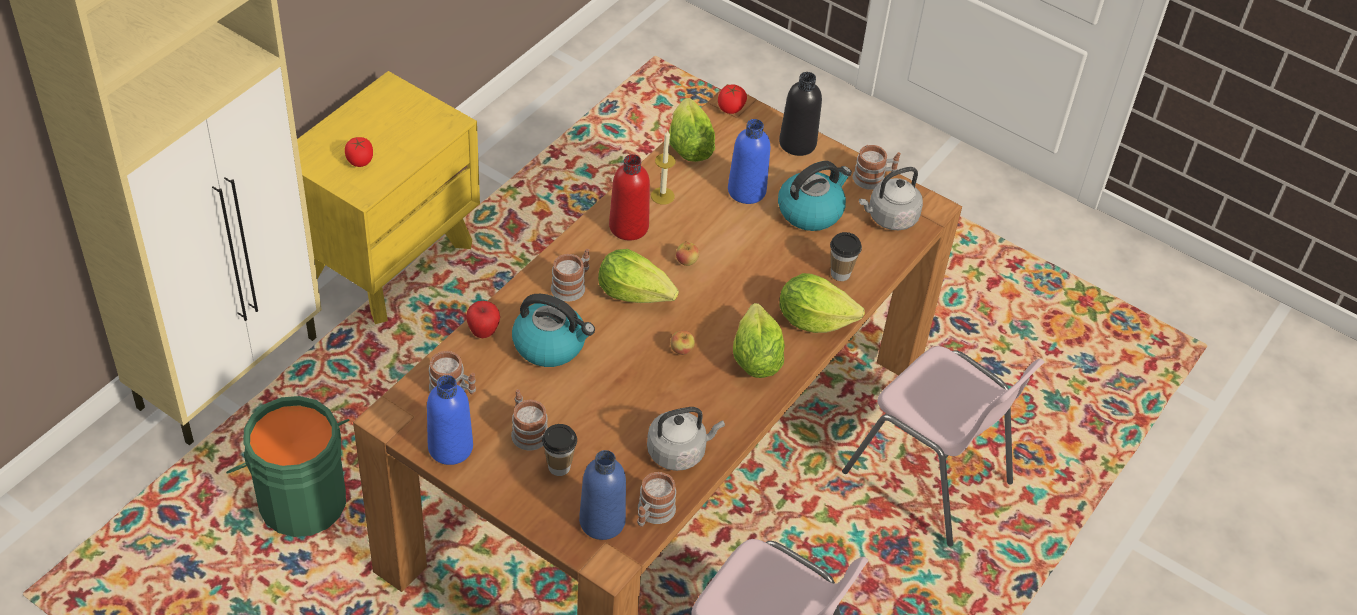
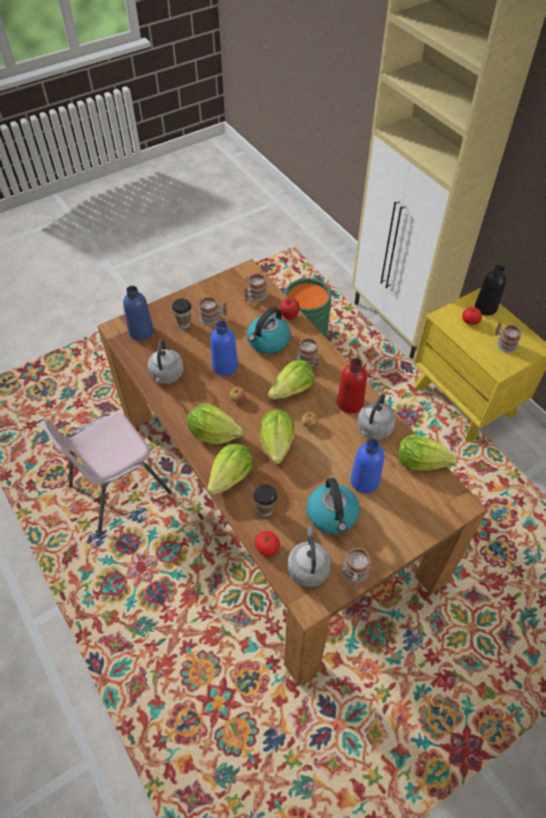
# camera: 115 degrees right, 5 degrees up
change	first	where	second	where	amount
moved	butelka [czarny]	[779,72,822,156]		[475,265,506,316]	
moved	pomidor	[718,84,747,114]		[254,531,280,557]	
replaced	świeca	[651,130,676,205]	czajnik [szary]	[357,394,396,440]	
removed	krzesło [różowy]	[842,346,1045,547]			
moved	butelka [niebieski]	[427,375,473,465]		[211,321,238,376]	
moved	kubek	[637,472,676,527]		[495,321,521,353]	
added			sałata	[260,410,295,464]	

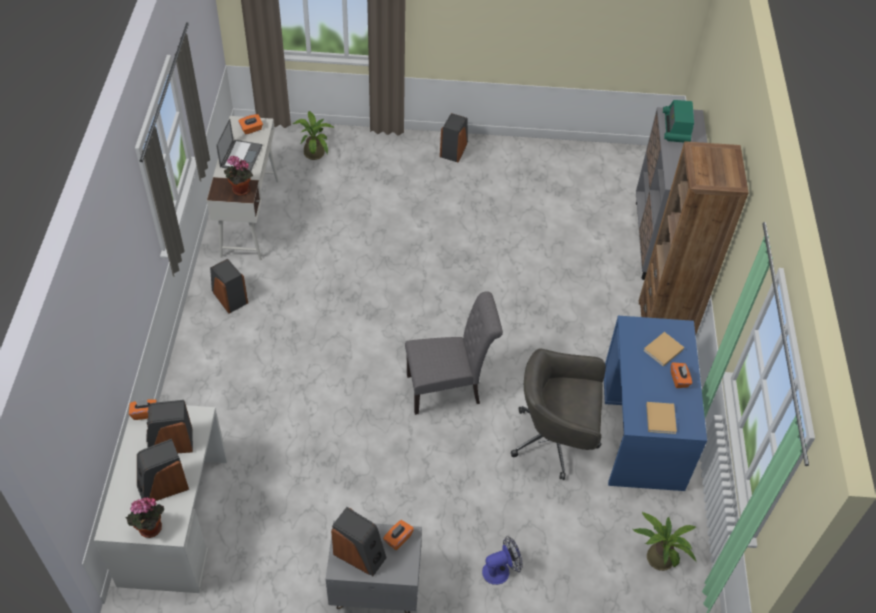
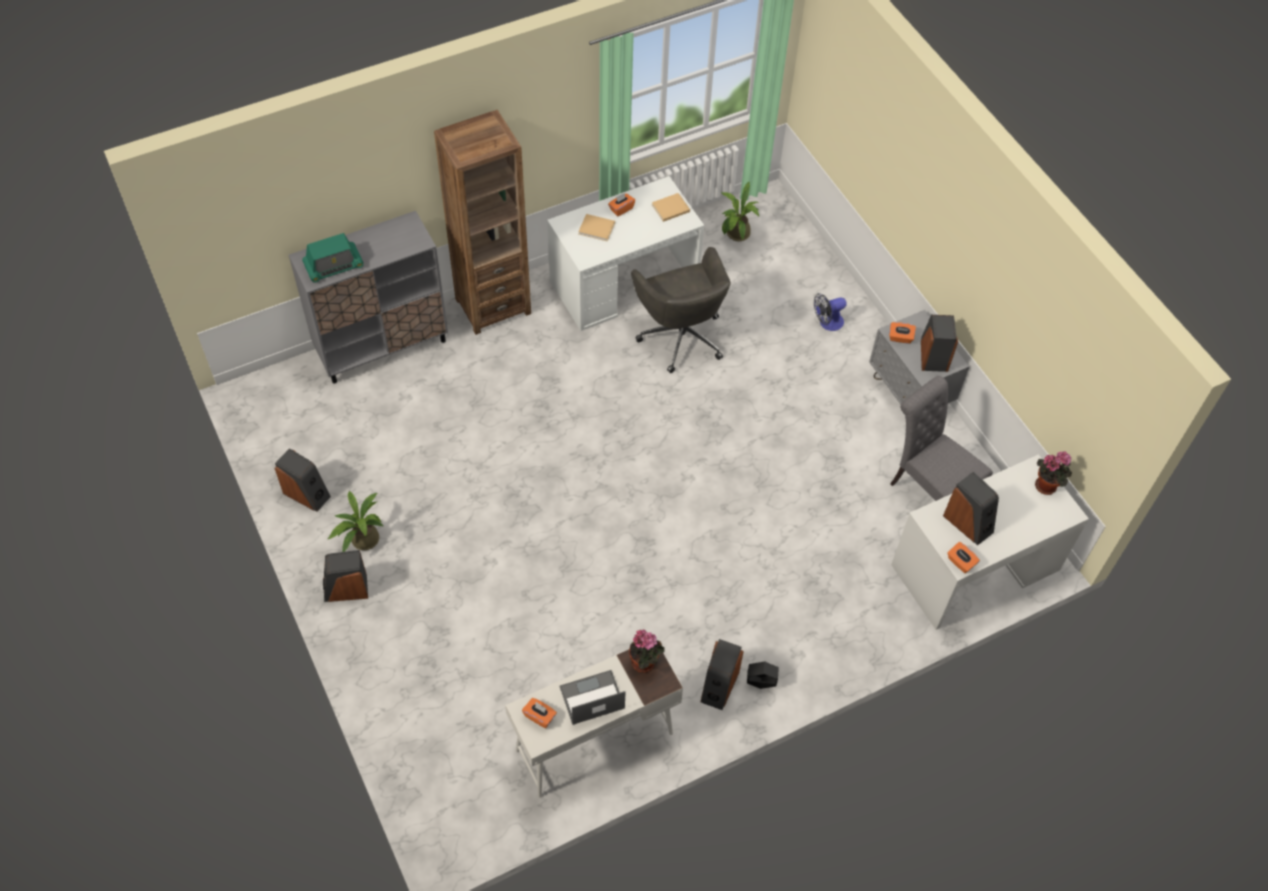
# camera: 120 degrees left, 5 degrees up
change	first	where	second	where	amount
moved	roślina doniczkowa	[293,111,334,160]		[328,491,383,552]	
moved	krzesło [szary]	[405,291,503,415]		[890,376,993,501]	
recoloured	biurko [niebieski]	[604,316,707,491]	biurko [biały]	[547,176,704,331]	
moved	głośnik	[137,439,189,501]		[275,448,331,512]	
turned	wentylator	[482,536,523,585]		[814,293,847,331]	60 degrees counterclockwise
added			donica [czarny]	[747,662,779,689]	

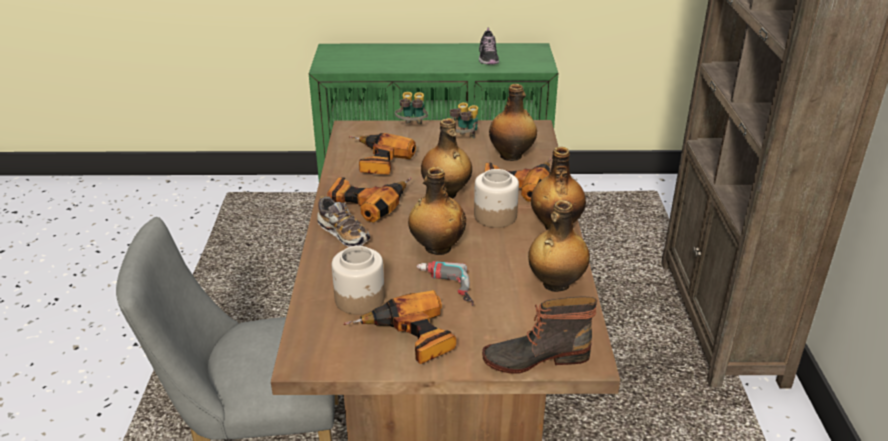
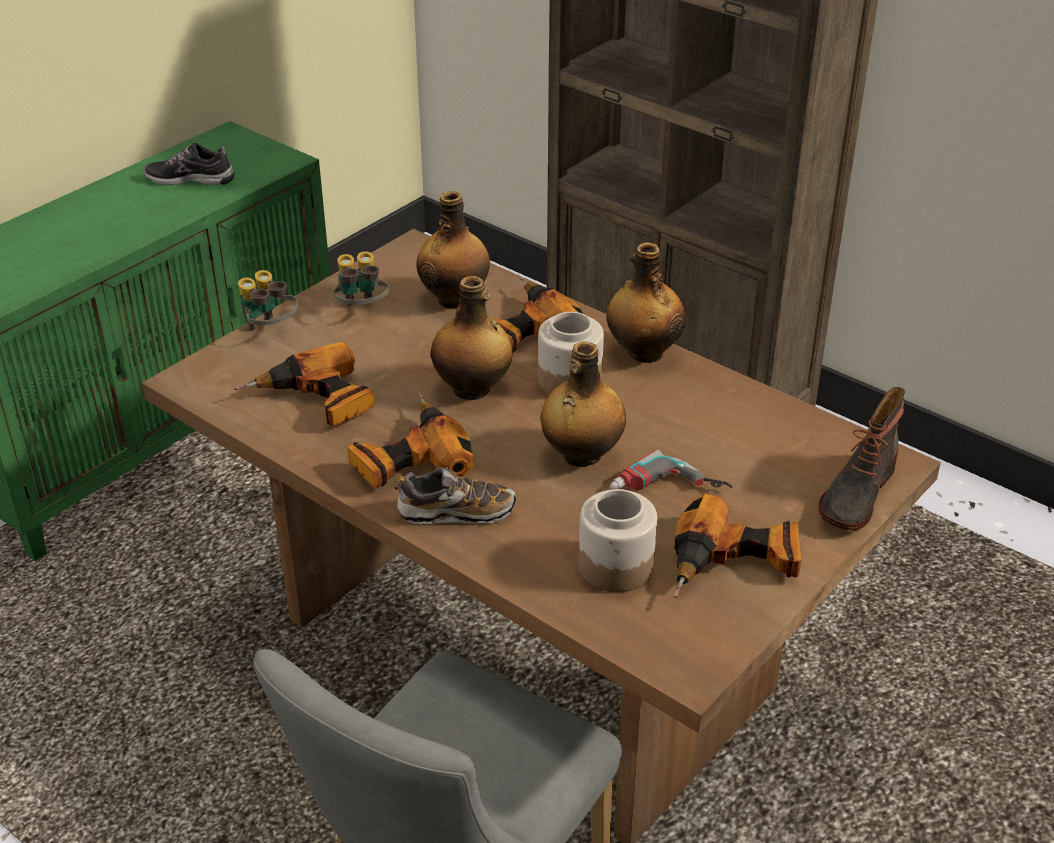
# camera: 50 degrees left, 5 degrees up
change	first	where	second	where	amount
turned	but	[479,28,499,64]		[144,143,234,185]	150 degrees clockwise
removed	butelka	[528,200,590,292]			

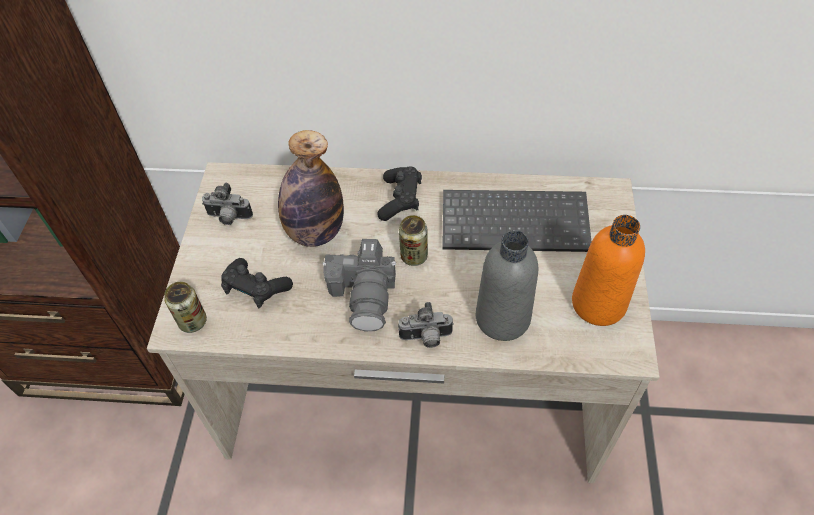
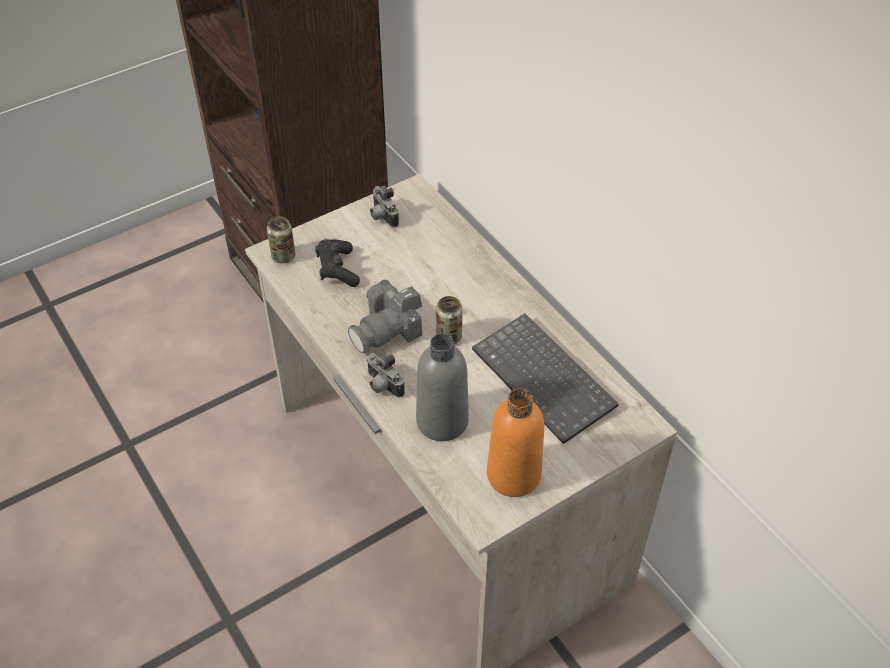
# camera: 50 degrees right, 5 degrees down
change	first	where	second	where	amount
removed	butelka	[278,130,344,247]			
removed	pad do gier [czarny]	[378,166,422,221]			

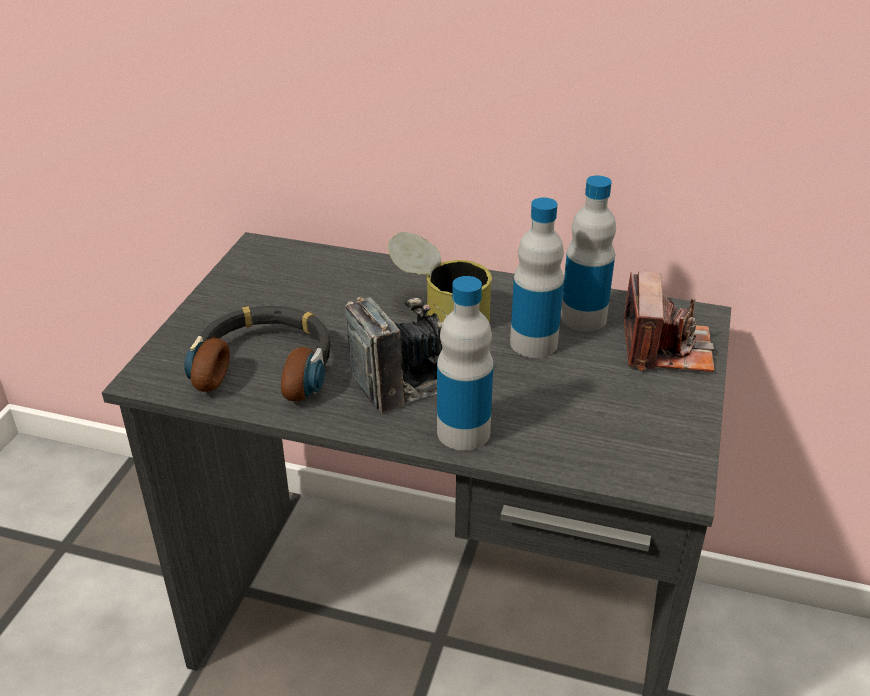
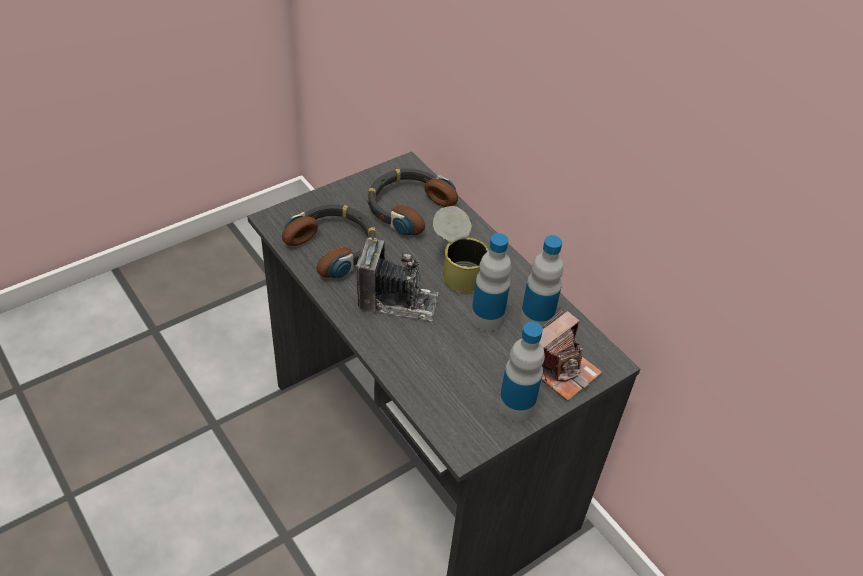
# camera: 35 degrees right, 10 degrees up
change	first	where	second	where	amount
moved	butelka	[437,276,493,451]		[498,322,545,422]	
added			słuchawki	[368,169,458,236]	

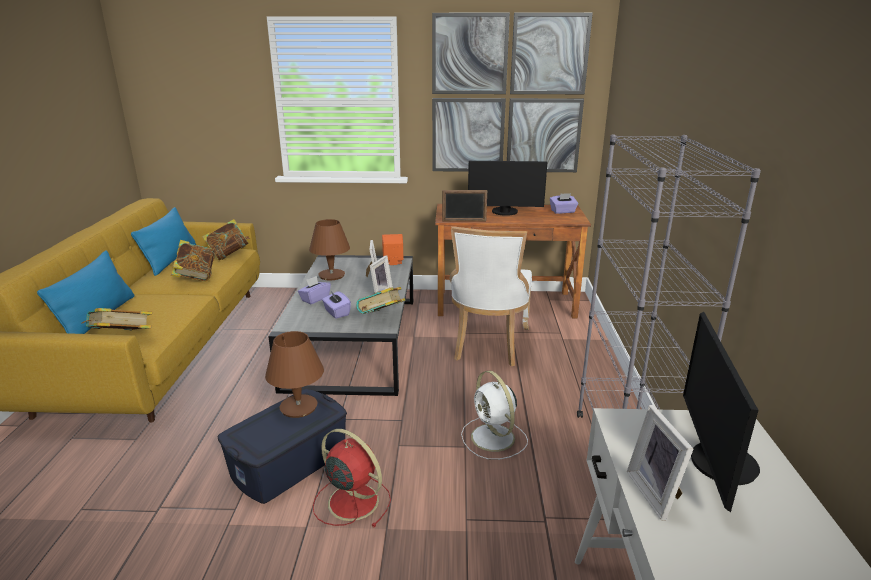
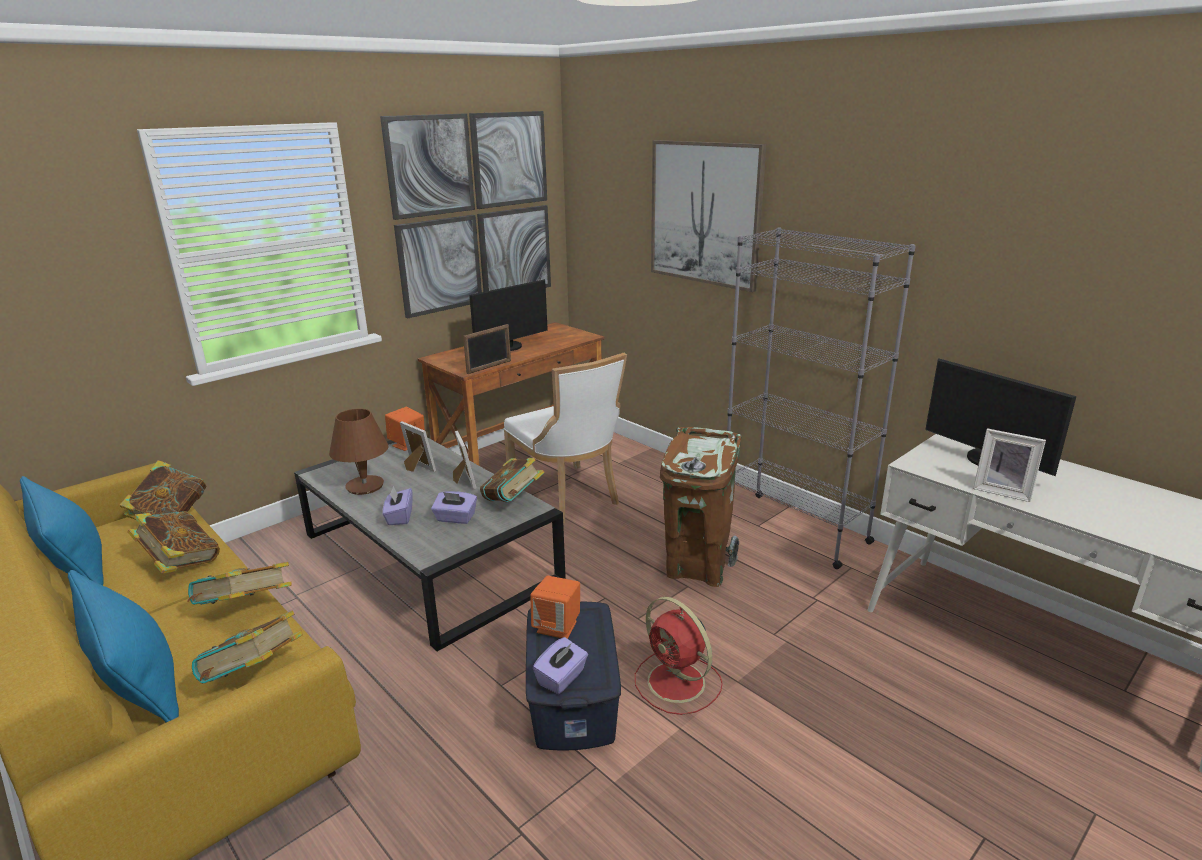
# camera: 45 degrees left, 0 degrees up
change	first	where	second	where	amount
moved	pudełko chusteczek [fioletowy]	[550,193,578,214]		[533,637,588,694]	
replaced	lampa stołowa [brązowy]	[265,331,324,418]	głośnik [pomarańczowy]	[530,576,580,639]	
replaced	wentylator [biały]	[461,370,528,460]	kosz na śmieci [brązowy]	[660,427,742,587]	
turned	wentylator [czerwony]	[313,429,391,527]		[635,597,723,715]	120 degrees counterclockwise
added			obraz	[651,140,766,292]	
added			książka	[188,562,292,605]	

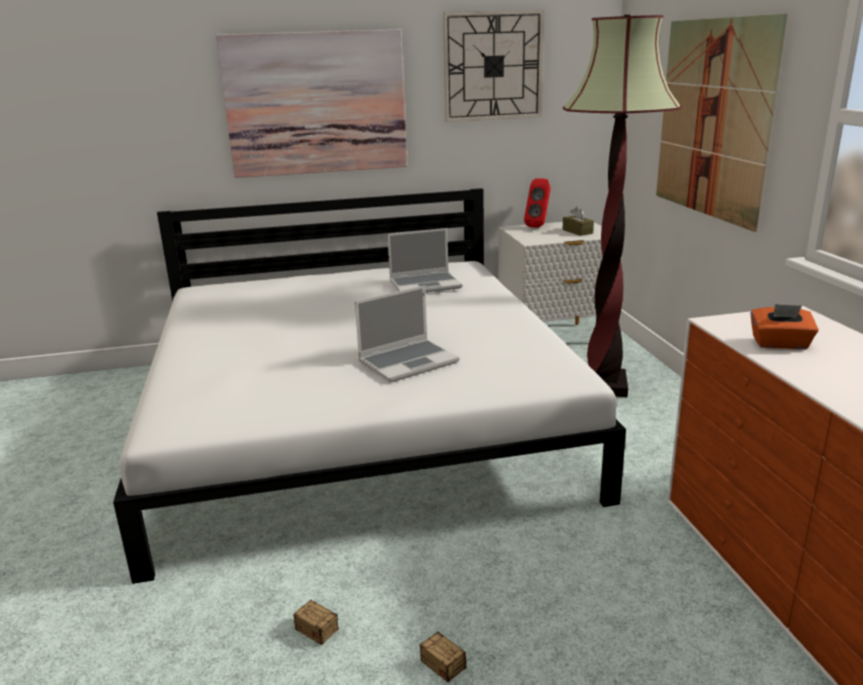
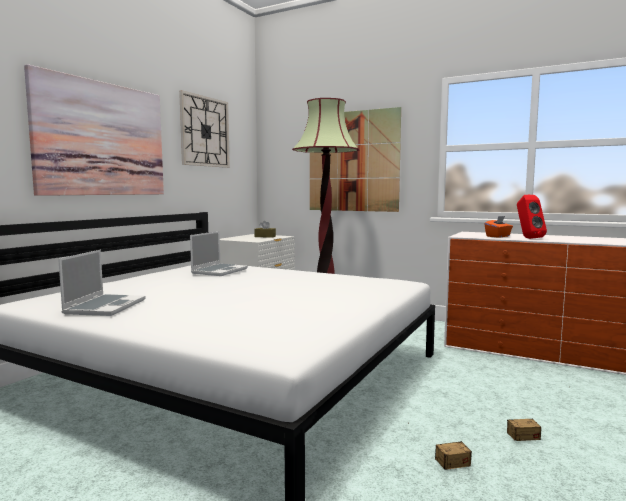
# camera: 50 degrees left, 15 degrees down
change	first	where	second	where	amount
moved	głośnik [czerwony]	[524,178,550,228]		[517,195,547,239]	
moved	laptop	[355,285,460,382]		[58,250,146,316]	

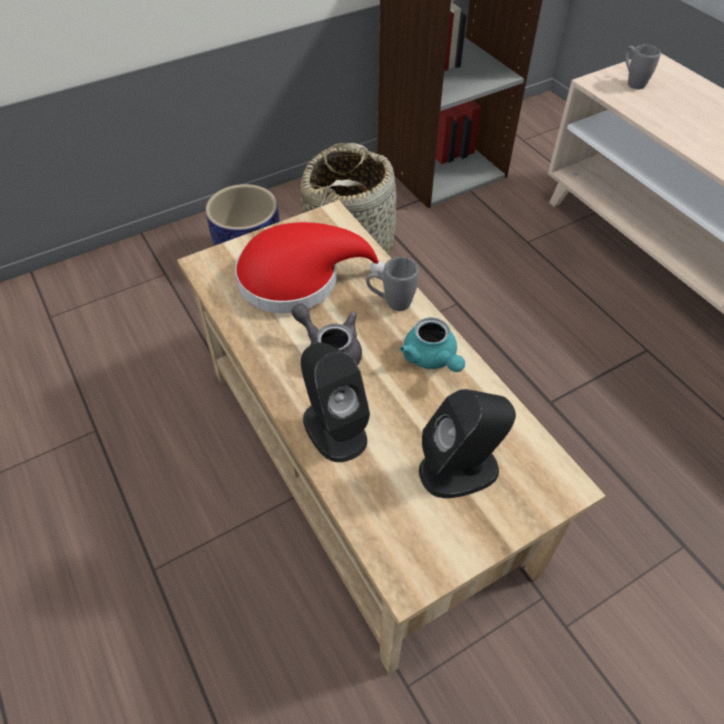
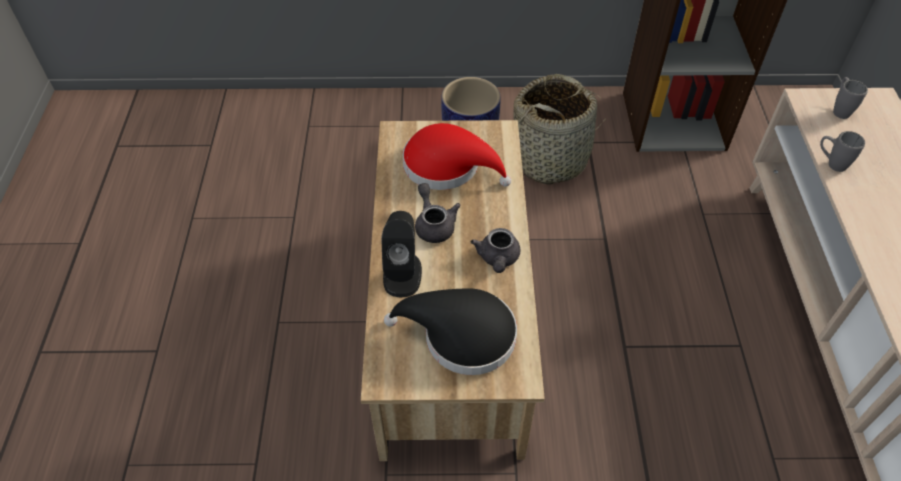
# camera: 30 degrees right, 0 degrees up
change	first	where	second	where	amount
moved	kubek [szary]	[366,257,419,311]		[820,131,865,172]	
recoloured	imbryk [turkusowy]	[400,317,465,372]	imbryk [szary]	[471,228,520,273]	
replaced	głośnik [czarny]	[419,389,516,498]	kapelusz [czarny]	[384,288,517,375]	

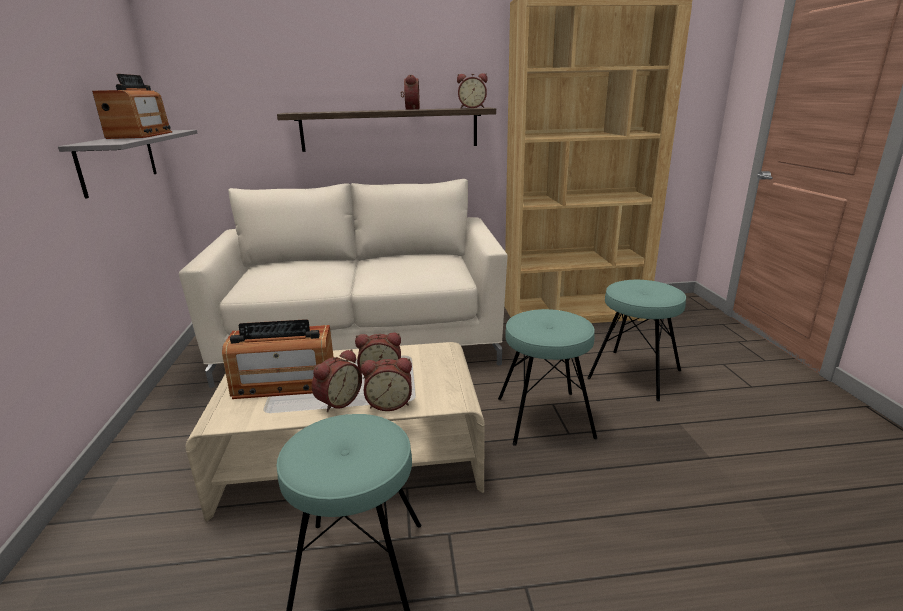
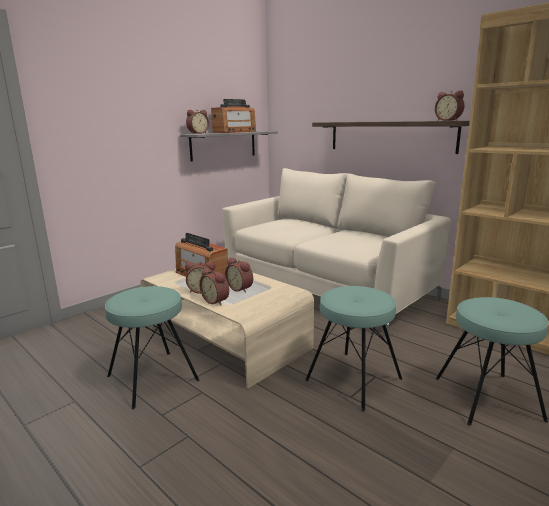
# camera: 50 degrees right, 5 degrees down
change	first	where	second	where	amount
moved	budzik	[401,75,420,110]		[186,110,209,134]	

